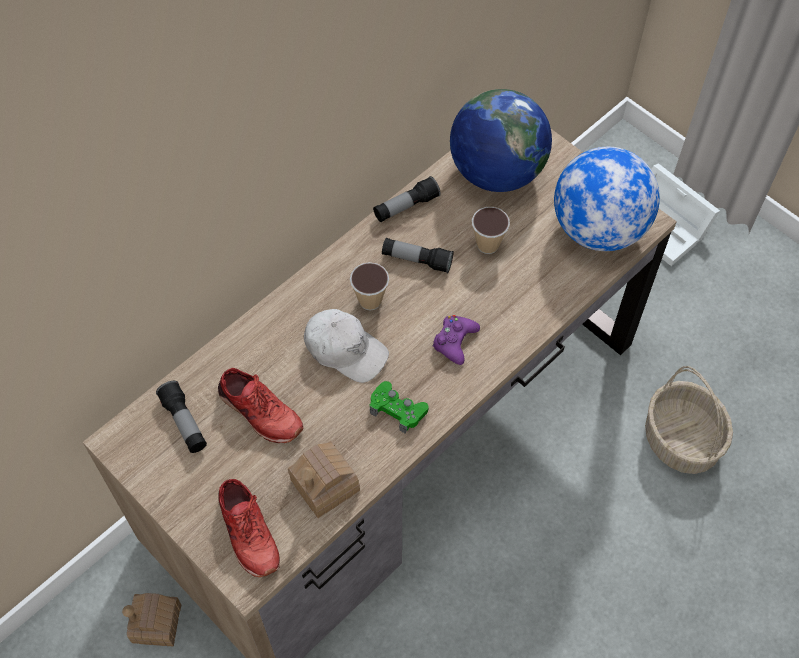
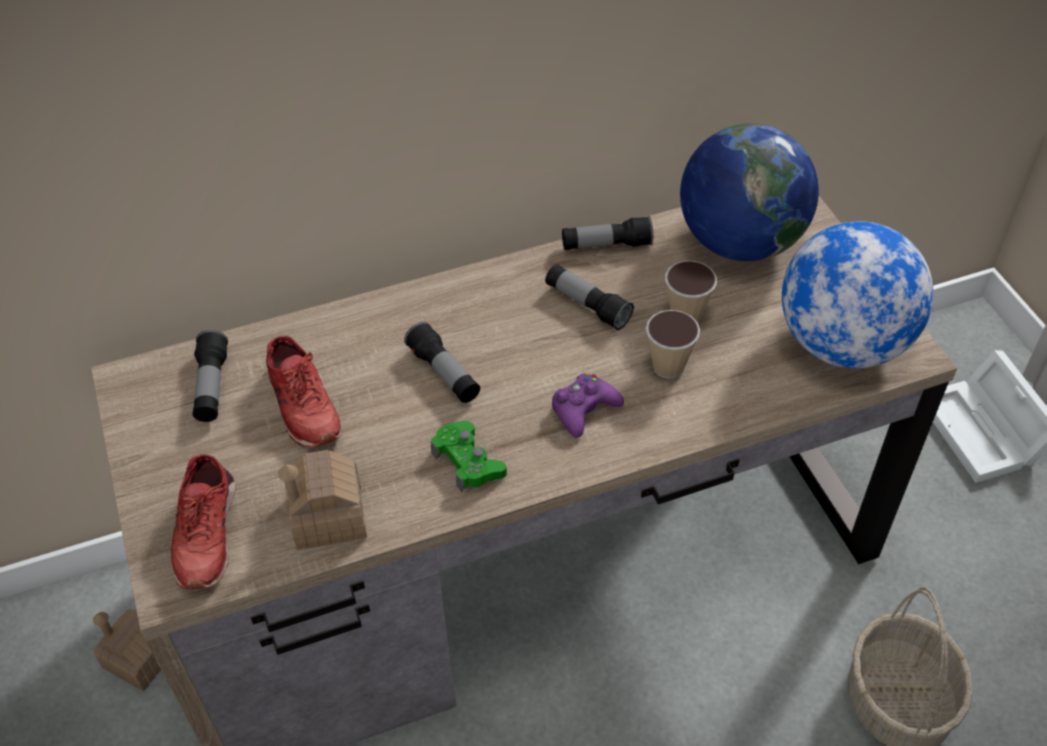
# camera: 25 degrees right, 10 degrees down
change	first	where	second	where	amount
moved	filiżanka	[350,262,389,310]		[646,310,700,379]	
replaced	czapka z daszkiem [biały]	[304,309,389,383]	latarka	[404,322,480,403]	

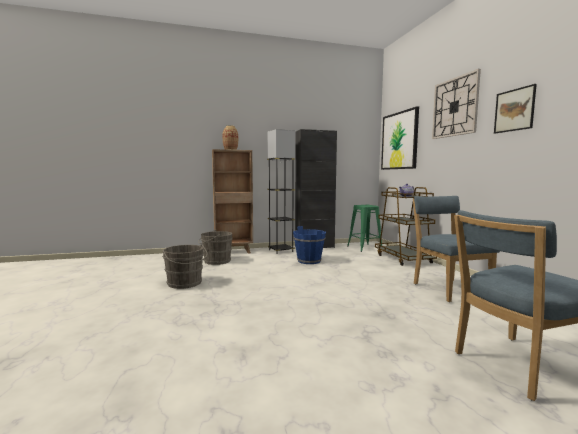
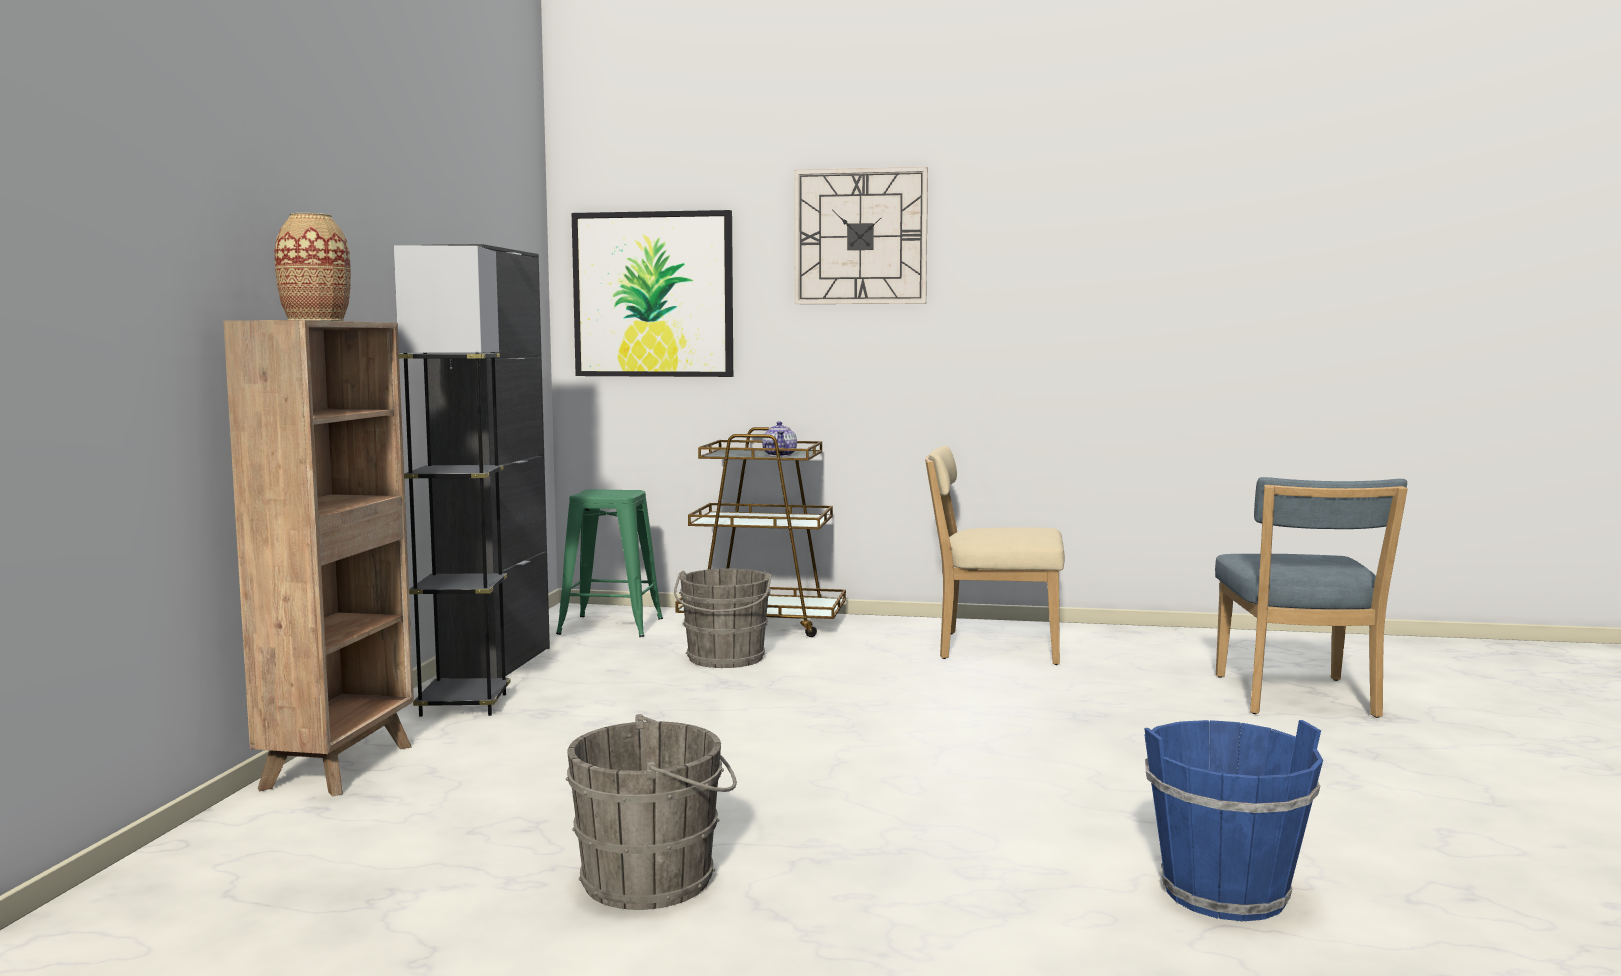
# camera: 65 degrees left, 0 degrees up
change	first	where	second	where	amount
removed	obraz	[494,84,537,133]			
recoloured	krzesło [niebieski]	[413,196,500,302]	krzesło [beżowy]	[925,445,1065,665]	
moved	wiadro [niebieski]	[293,226,326,264]		[1144,720,1323,921]	
moved	wiadro [szary]	[198,230,233,265]		[674,568,772,668]	

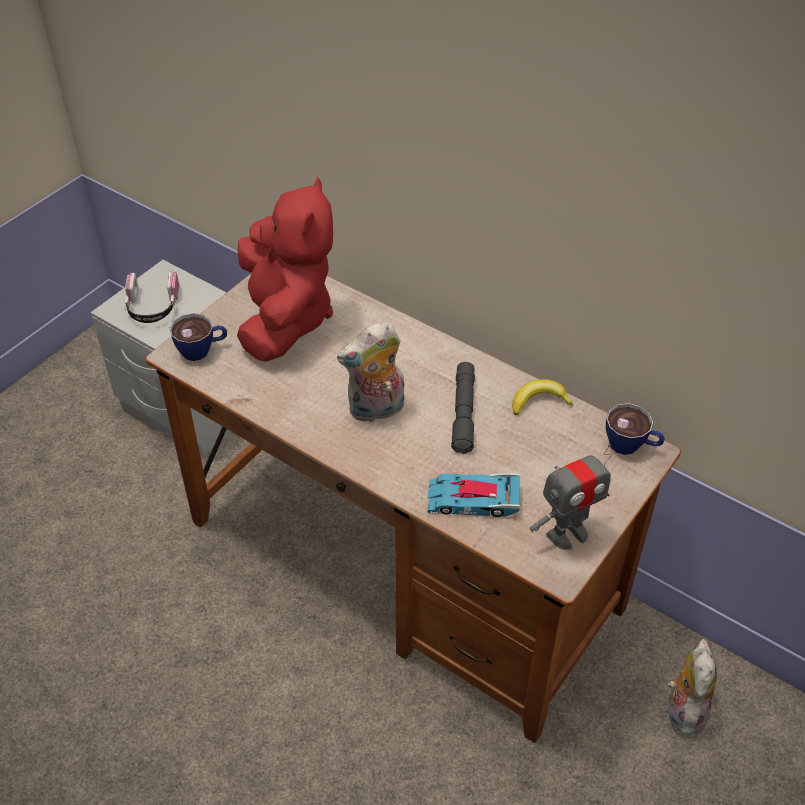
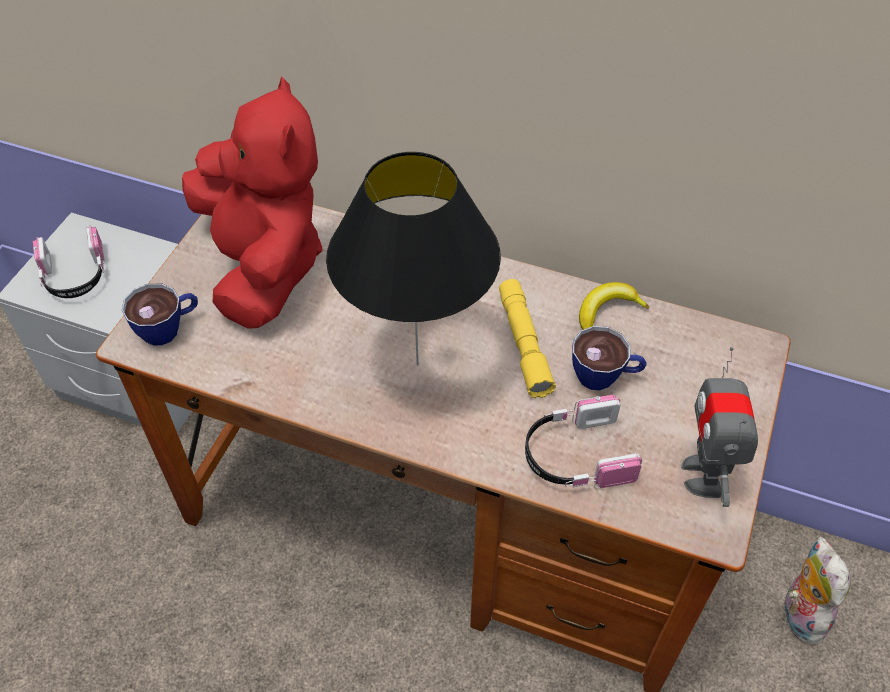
# camera: 15 degrees left, 5 degrees up
change	first	where	second	where	amount
replaced	pluszak	[337,321,405,422]	lampa stołowa [czarny]	[326,152,501,366]	
recoloured	latarka [szary]	[451,362,475,454]	latarka [żółty]	[499,279,556,398]	
moved	filiżanka	[606,403,665,455]		[572,326,647,390]	
turned	robot zabawkowy	[530,444,612,550]		[681,347,758,507]	135 degrees clockwise
replaced	samochodzik	[428,473,520,517]	słuchawki	[525,395,642,489]	

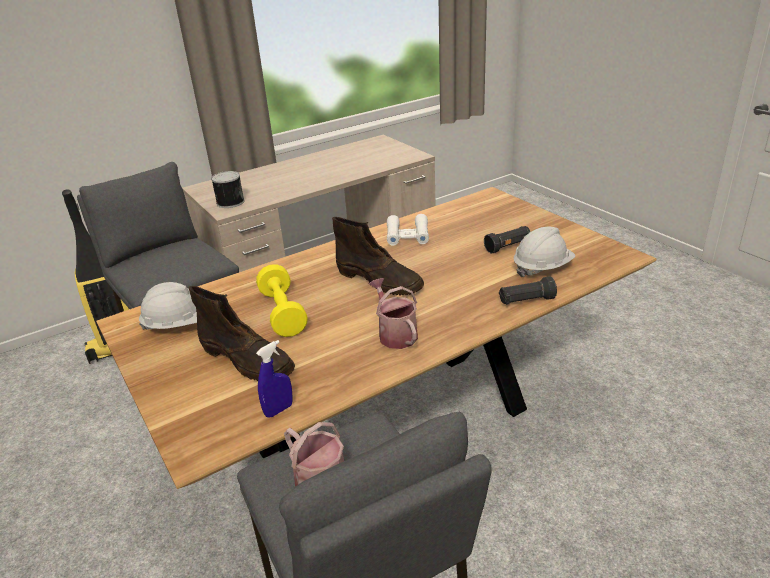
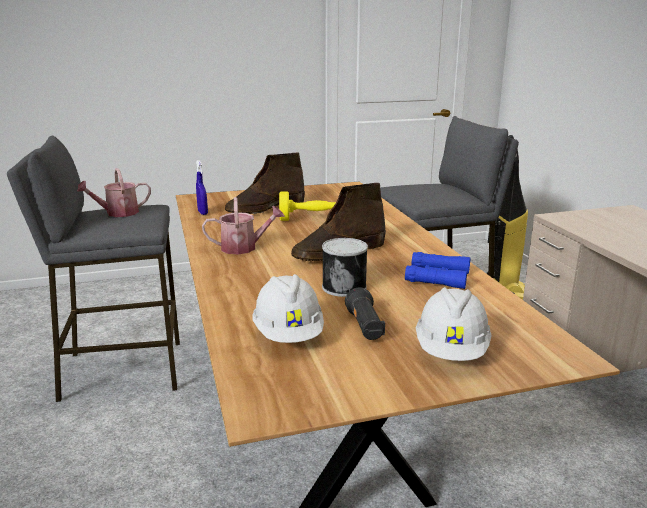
# camera: 105 degrees right, 10 degrees down
change	first	where	second	where	amount
moved	puszka	[211,171,245,208]		[322,238,368,297]	
recoloured	lornetka [biały]	[387,214,429,246]	lornetka [niebieski]	[405,252,470,289]	
removed	latarka [czarny]	[499,276,557,305]			
moved	kask [biały]	[139,282,197,331]		[416,287,492,361]	

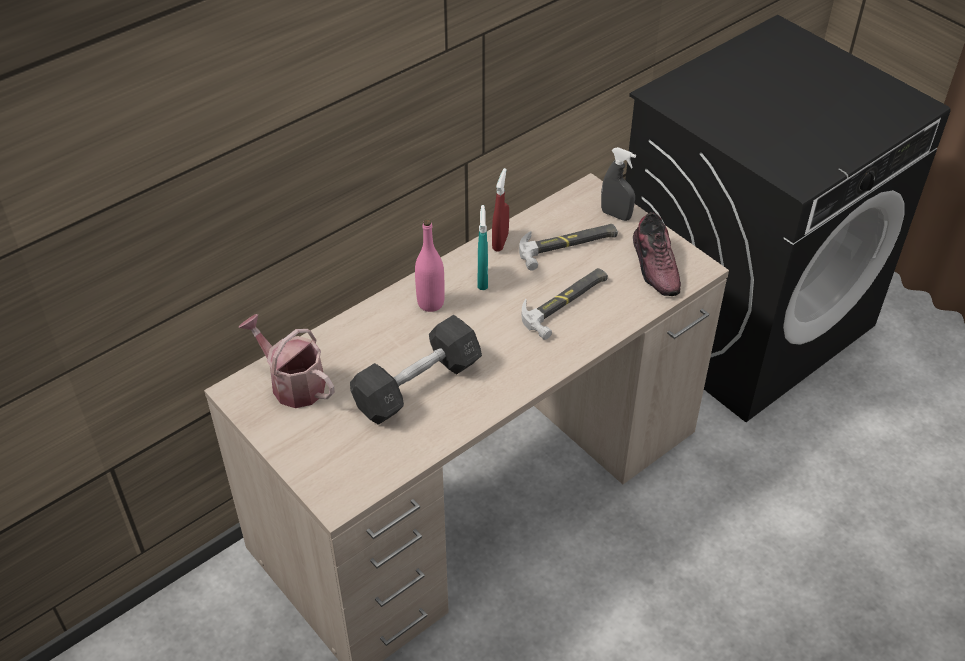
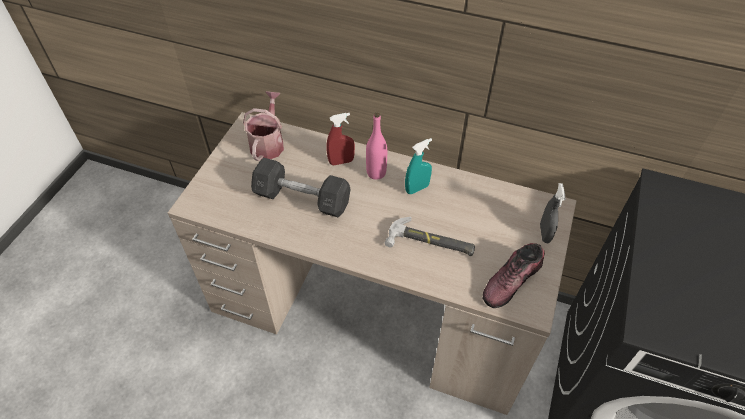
# camera: 60 degrees right, 5 degrees up
change	first	where	second	where	amount
moved	spryskiwacz [czerwony]	[492,168,509,252]		[326,113,355,165]	
removed	młotek	[519,224,618,271]			

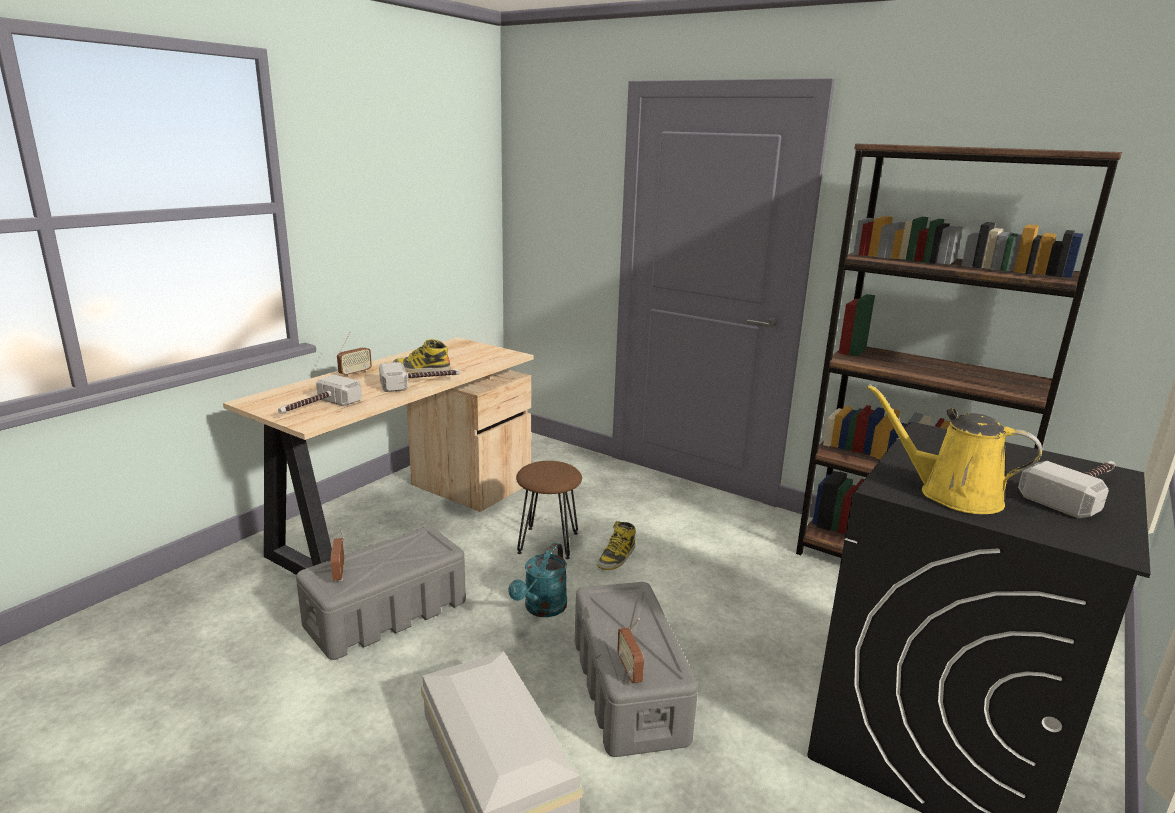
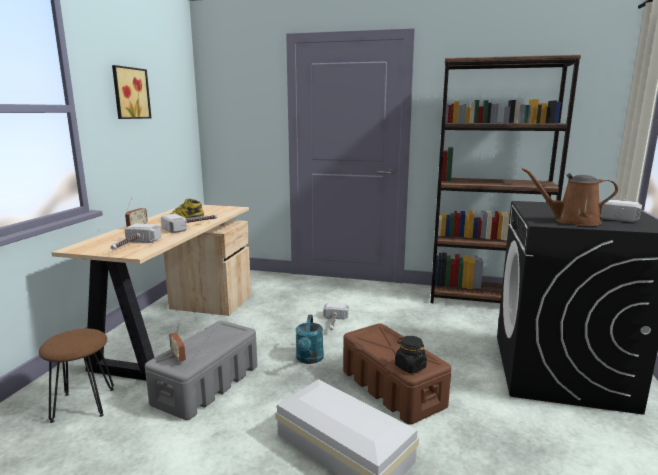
# camera: 20 degrees left, 5 degrees down
change	first	where	second	where	amount
recoloured	konewka [żółty]	[867,384,1042,514]	konewka [brązowy]	[522,168,618,226]	
moved	stołek [brązowy]	[516,461,582,559]		[39,328,114,423]	
replaced	but z cholewką	[597,521,636,570]	młotek	[323,303,349,331]	
recoloured	pojemnik do przechowywania [szary]	[575,582,698,757]	pojemnik do przechowywania [brązowy]	[343,323,451,424]	
replaced	radio	[617,618,644,683]	słoik [czarny]	[395,336,427,374]	
added			obraz	[112,65,151,119]	

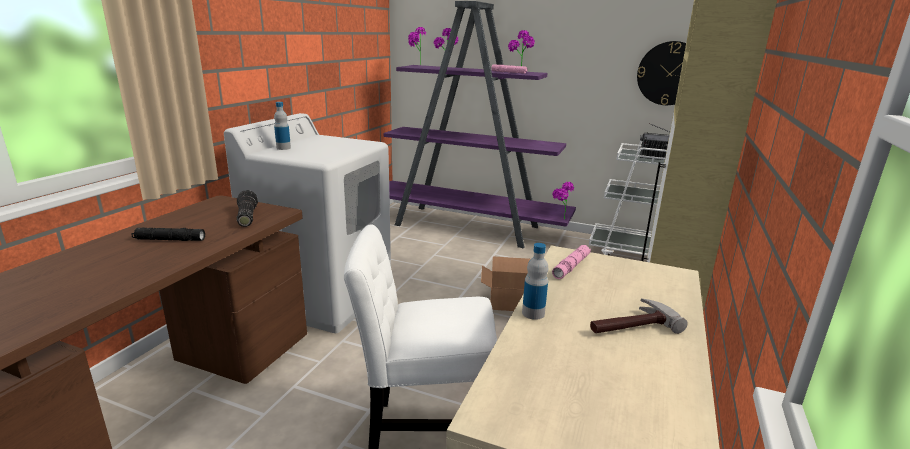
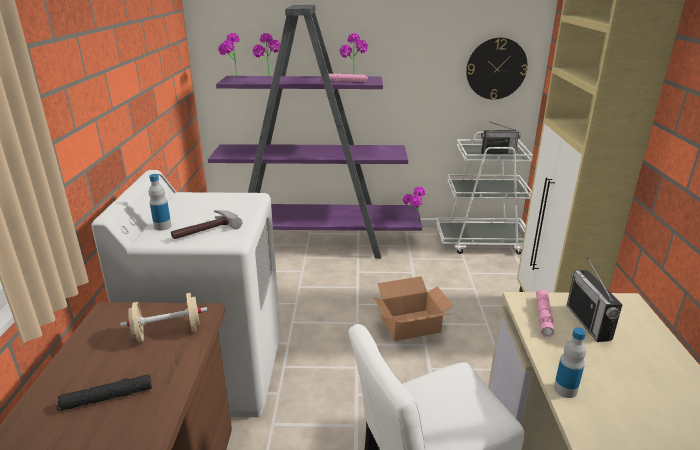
# camera: 20 degrees left, 5 degrees up
change	first	where	second	where	amount
replaced	latarka	[237,190,258,227]	hantel [beżowy]	[120,293,207,342]	
moved	młotek	[590,299,688,334]		[171,210,242,239]	
added			radio	[567,257,622,342]	

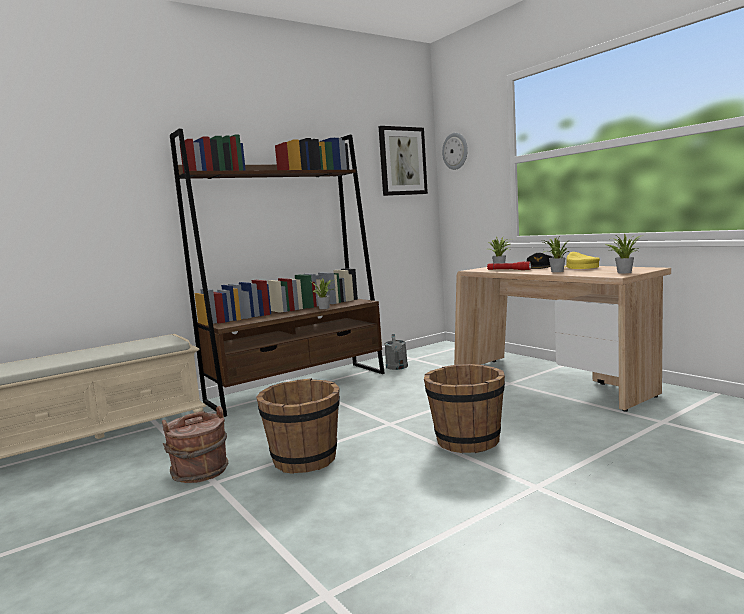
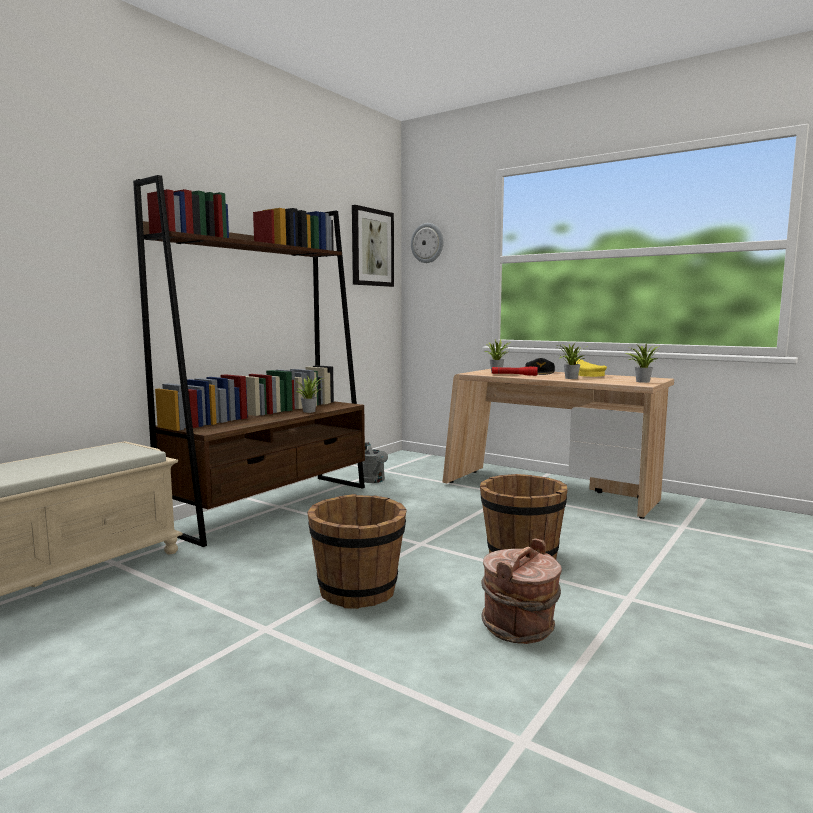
# camera: 20 degrees left, 0 degrees up
change	first	where	second	where	amount
moved	wiadro [brązowy]	[162,406,228,483]		[481,538,562,644]	

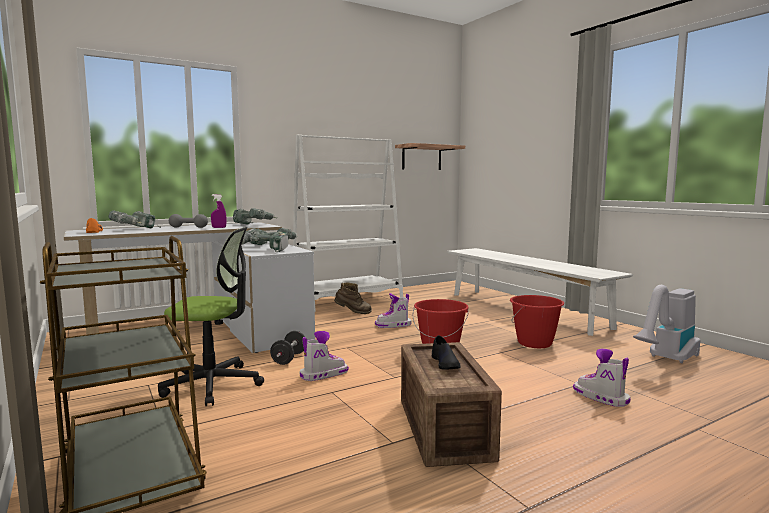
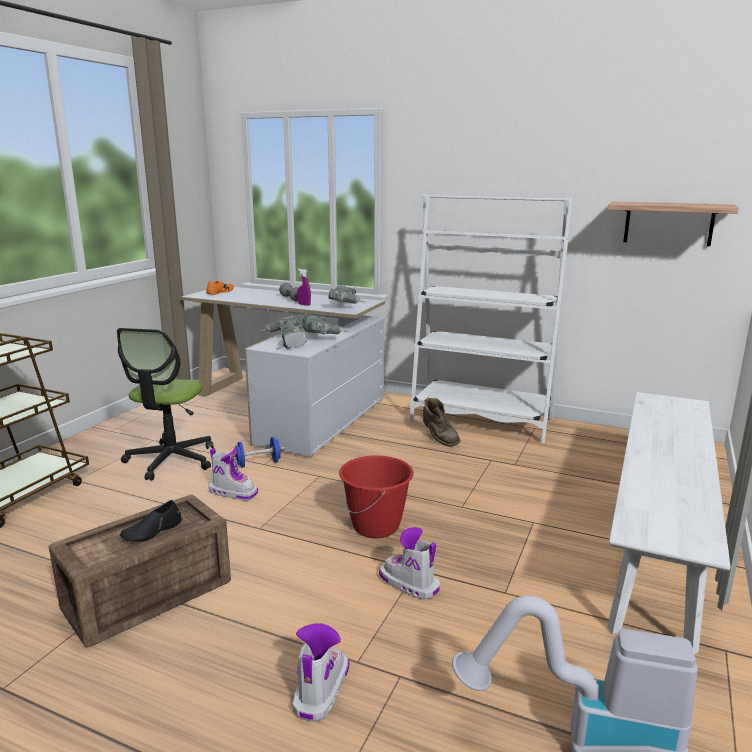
# camera: 55 degrees right, 10 degrees up
change	first	where	second	where	amount
removed	wiertarka	[109,210,161,228]			
turned	krzesło biurowe	[158,227,264,406]		[117,328,214,480]	45 degrees clockwise
moved	but z cholewką	[375,293,411,328]		[379,527,440,600]	
removed	wiadro [czerwony]	[510,295,564,348]			
recoloured	hantel [czarny]	[270,331,305,365]	hantel [niebieski]	[235,437,285,468]	

